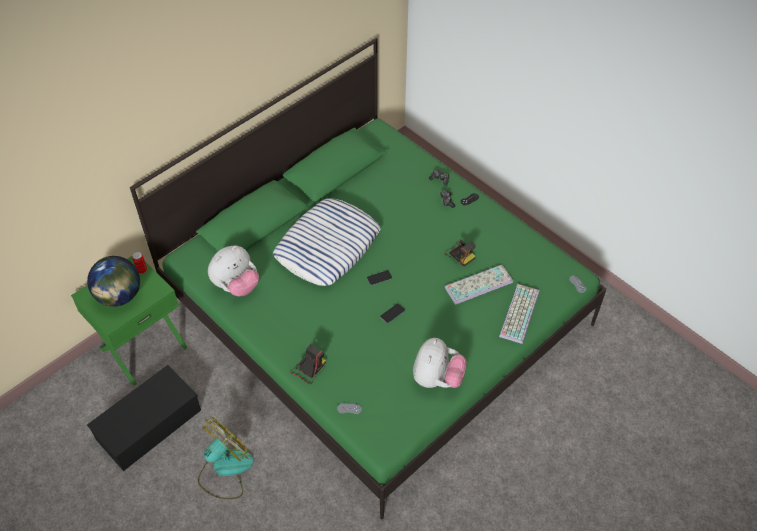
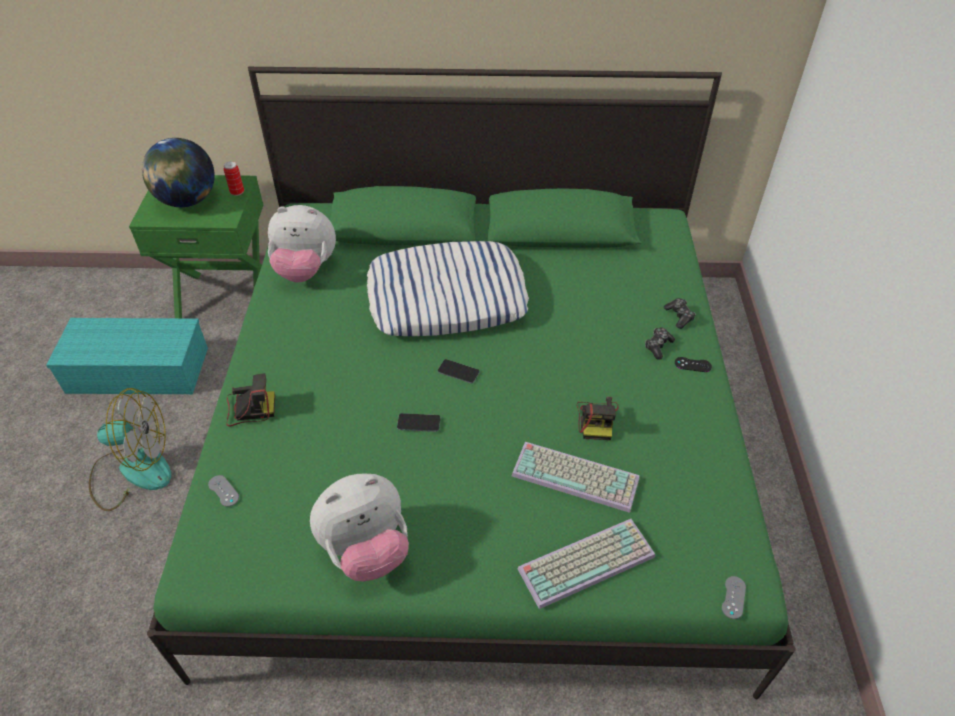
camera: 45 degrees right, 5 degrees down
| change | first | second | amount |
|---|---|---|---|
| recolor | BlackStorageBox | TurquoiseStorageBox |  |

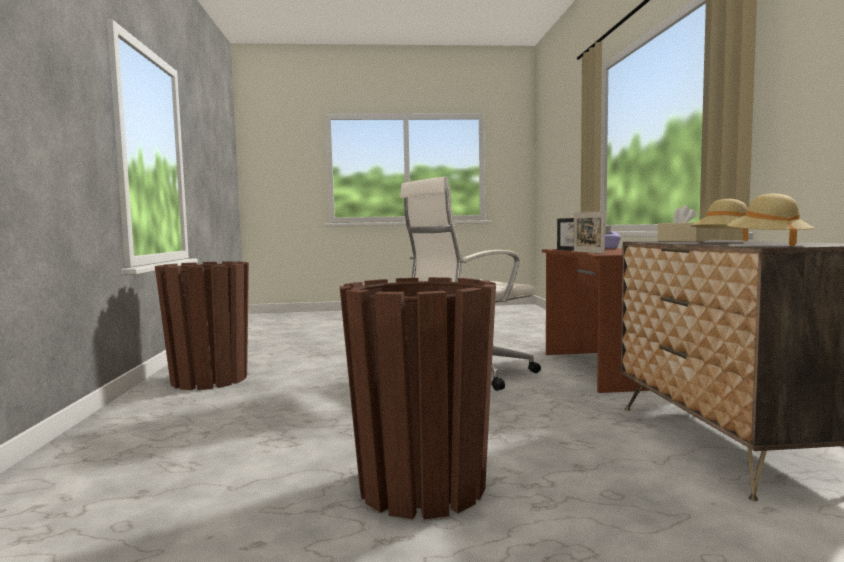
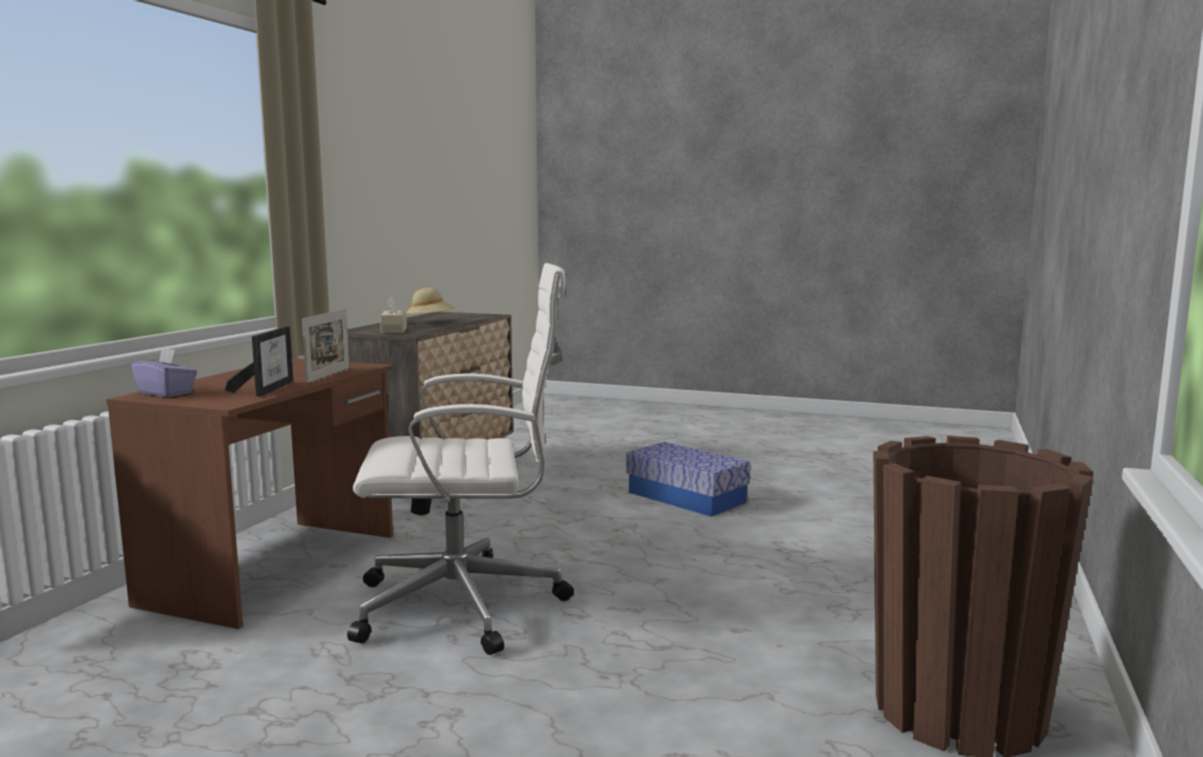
camera: 155 degrees left, 5 degrees up
| change | first | second | amount |
|---|---|---|---|
| replace | BrownPlanter (2nd from left) | StorageBox |  |
| delete | BeigeHat (2nd from left) |  |  |

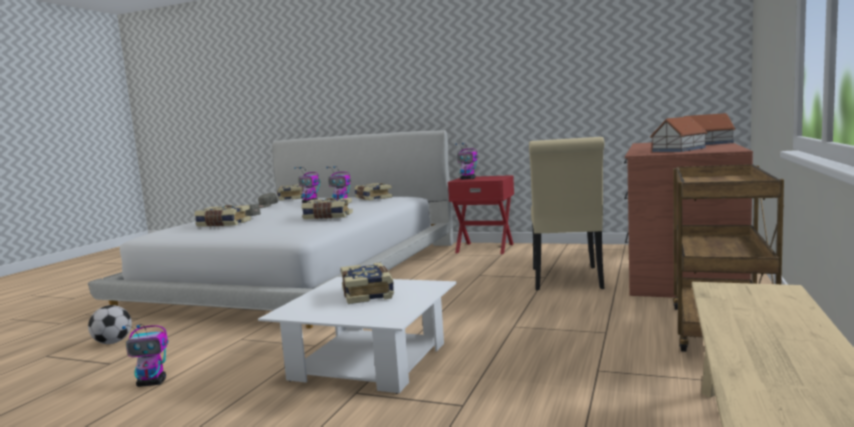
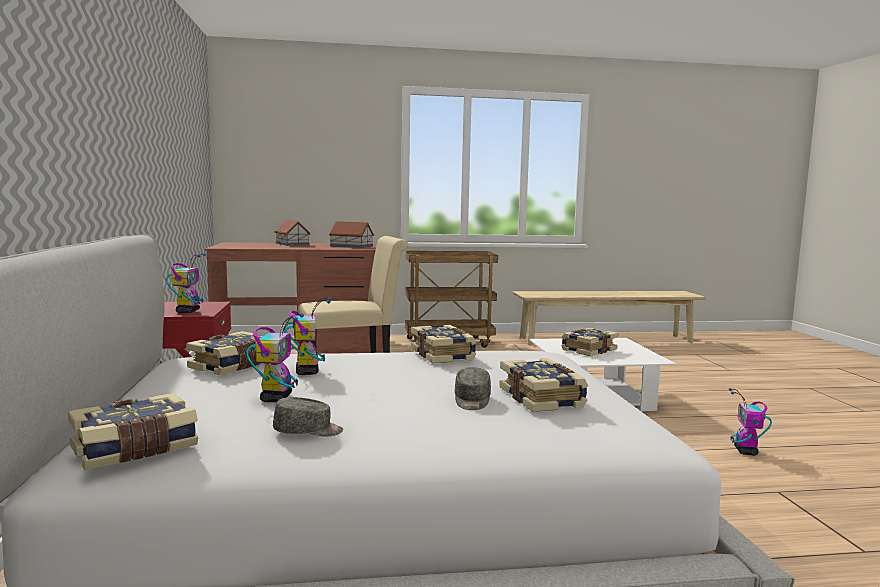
camera: 120 degrees left, 0 degrees up
| change | first | second | amount |
|---|---|---|---|
| delete | Football |  |  |
| rotate | ToyRobot (1st from left in the first image) | ToyRobot (4th from left) | 135 degrees counterclockwise |

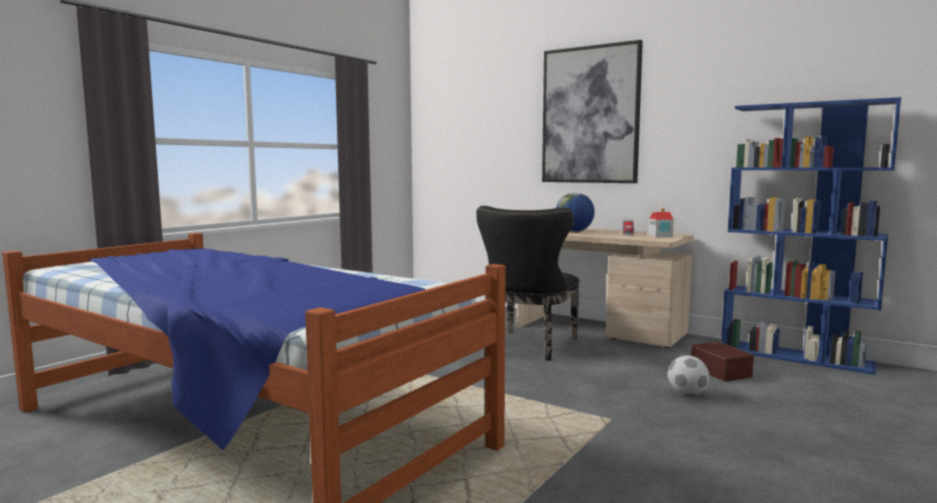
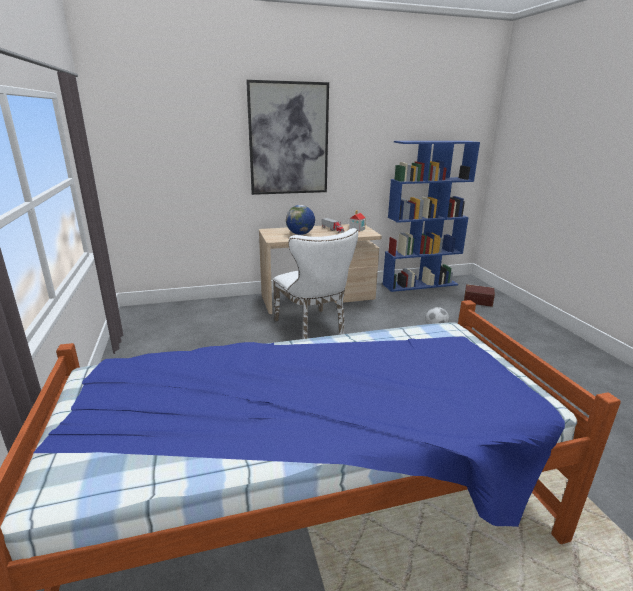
camera: 50 degrees left, 15 degrees up
| change | first | second | amount |
|---|---|---|---|
| recolor | BlackChair | WhiteChair |  |
| move | BrownStorageBox |  |  |

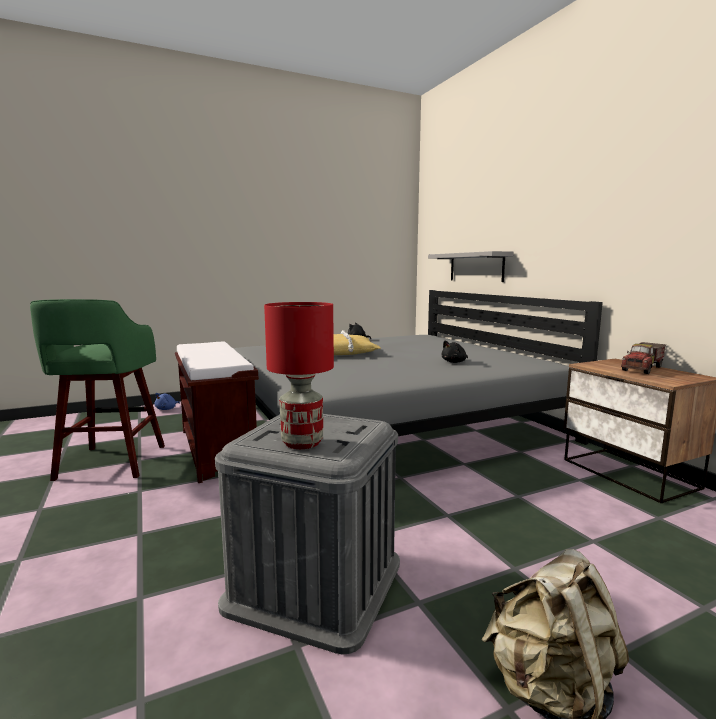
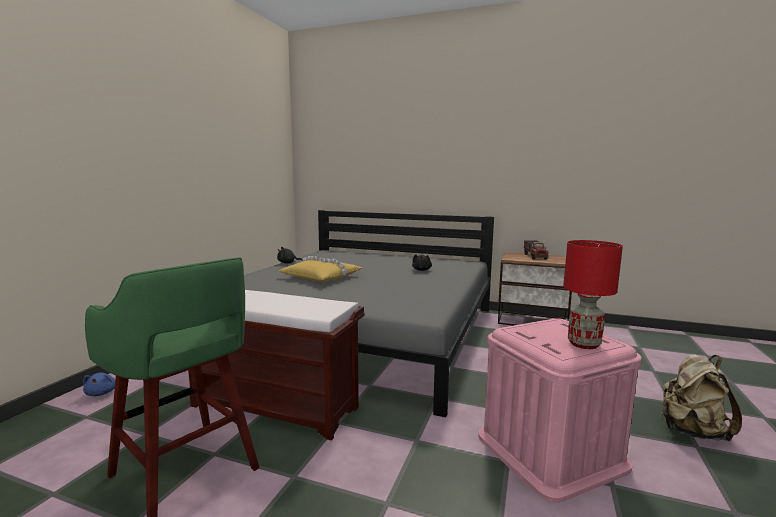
camera: 45 degrees left, 0 degrees up
| change | first | second | amount |
|---|---|---|---|
| recolor | GreyStorageBox | PinkStorageBox |  |
| delete | GreyShelf |  |  |

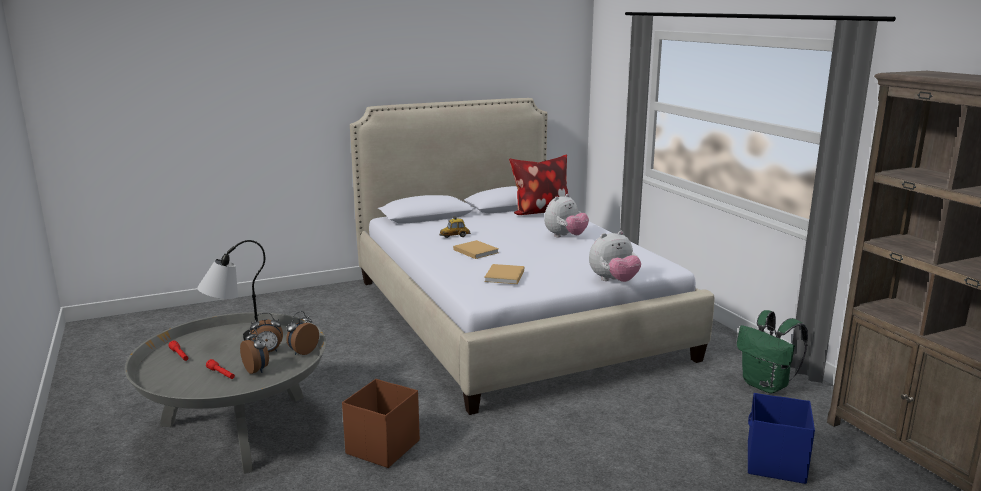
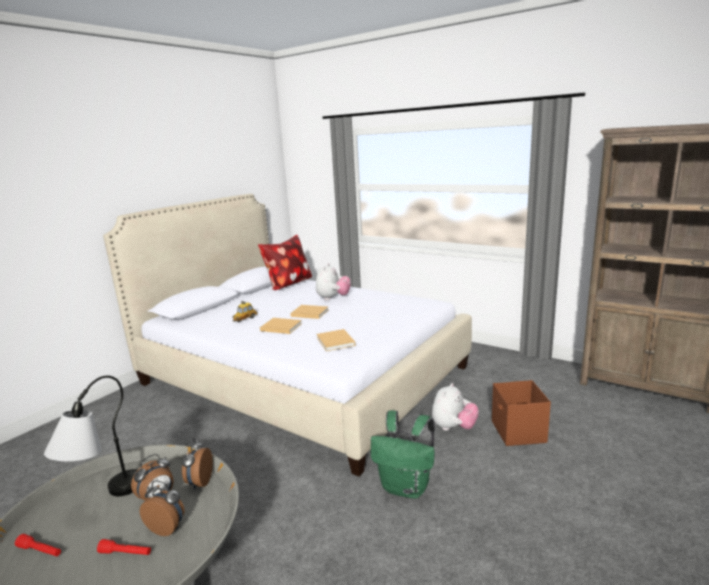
camera: 30 degrees left, 0 degrees up
| change | first | second | amount |
|---|---|---|---|
| move | BrownStorageBox |  |  |
| move | PlushToy (2nd from left) |  |  |
| move | GreenBackpack |  |  |
| delete | BlueStorageBox |  |  |
| insert |  | BeigeBook (2nd from left) |  |

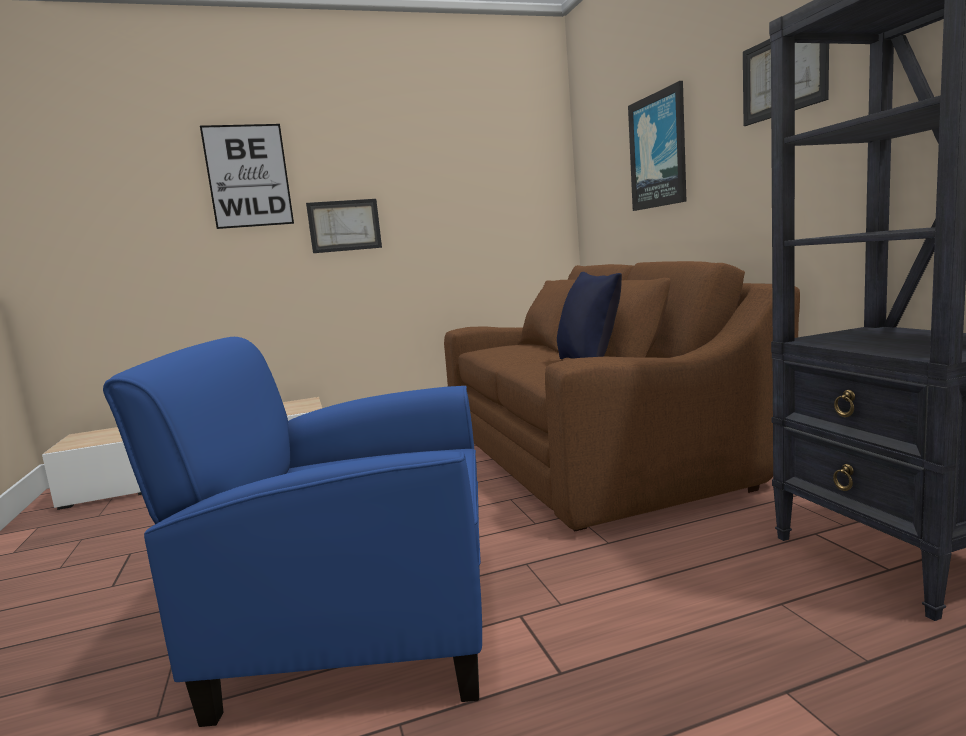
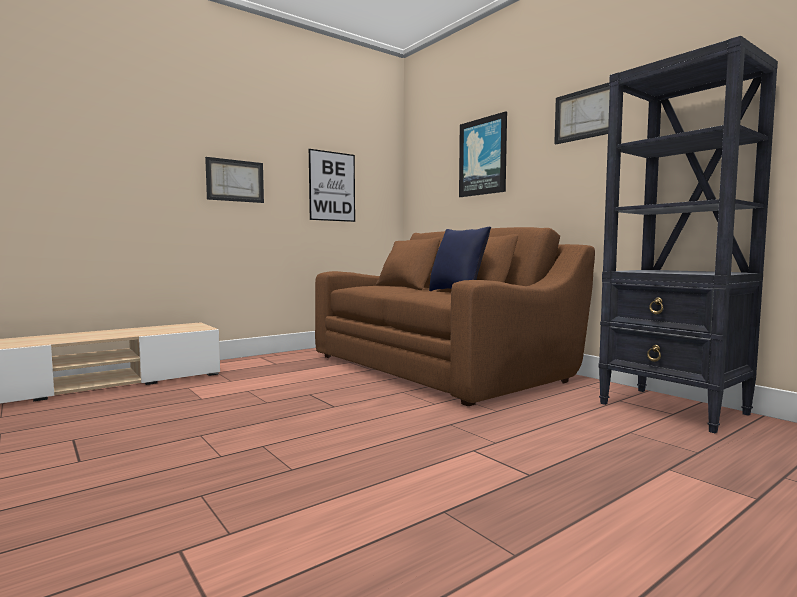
camera: 20 degrees left, 5 degrees down
| change | first | second | amount |
|---|---|---|---|
| delete | BlueArmchair |  |  |
| move | Picture (1st from left in the first image) | Picture (2nd from left) |  |

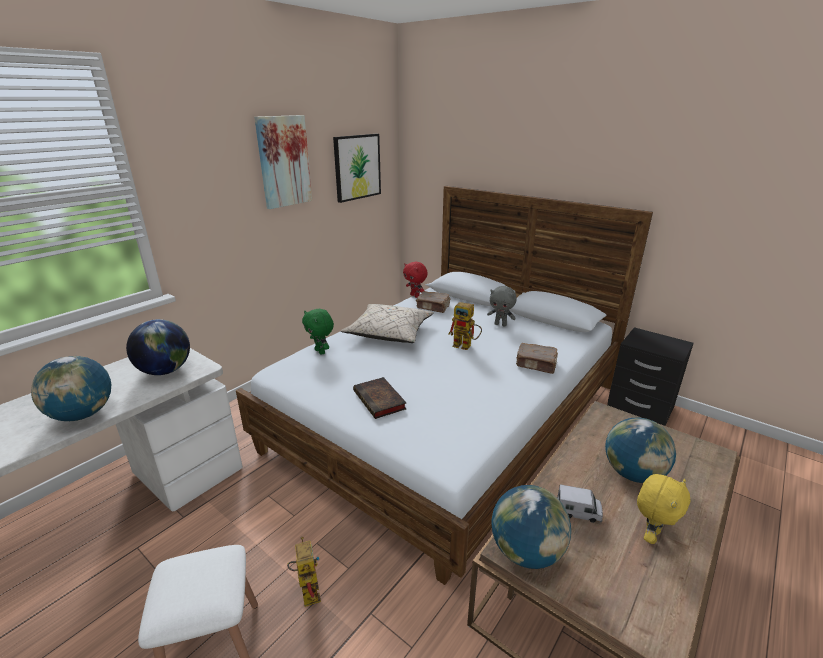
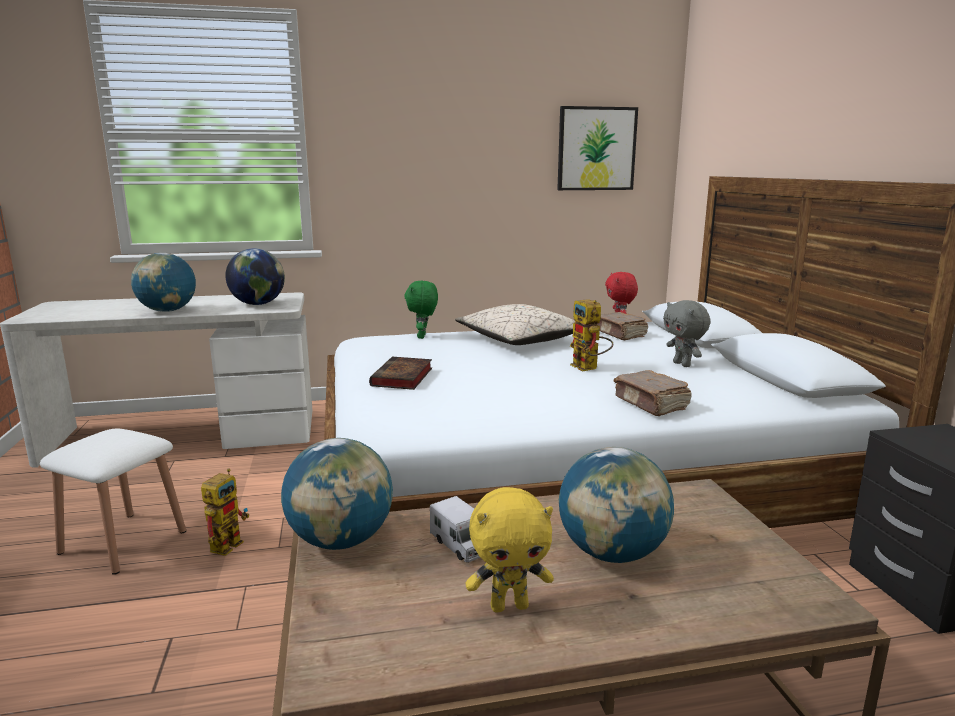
camera: 40 degrees right, 10 degrees down
| change | first | second | amount |
|---|---|---|---|
| delete | Picture (1st from left) |  |  |

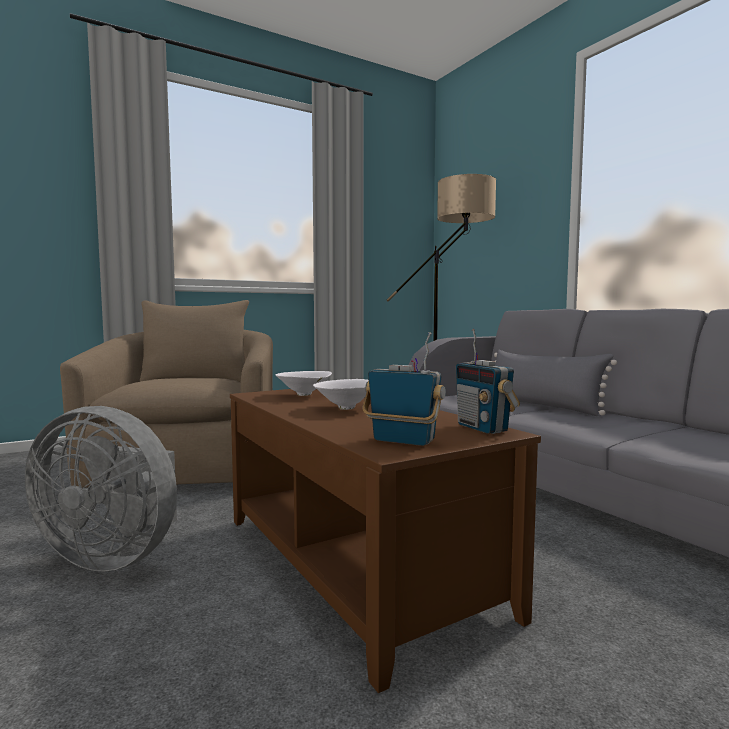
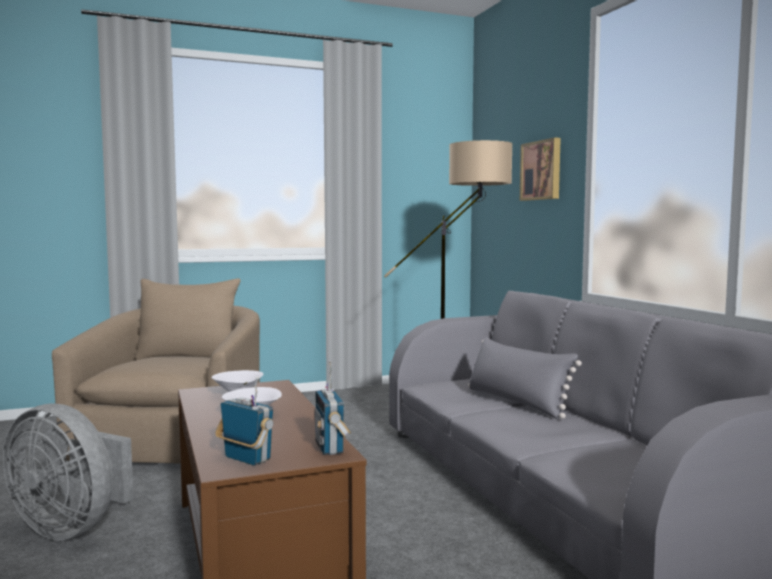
camera: 10 degrees right, 0 degrees up
| change | first | second | amount |
|---|---|---|---|
| insert |  | Picture |  |

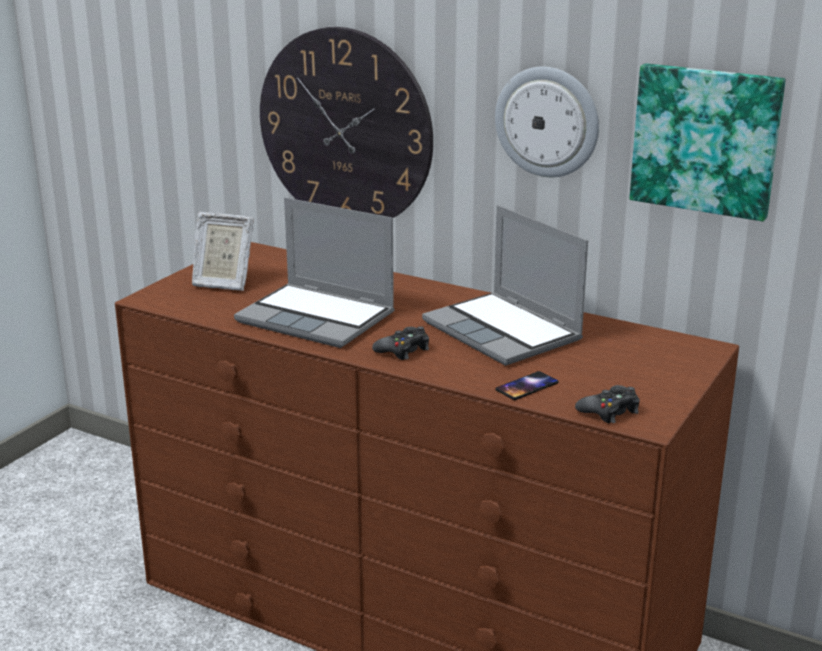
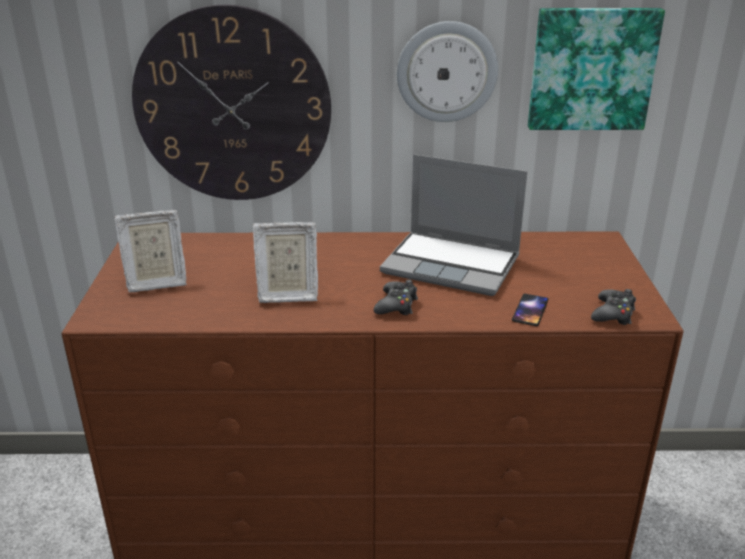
camera: 30 degrees left, 5 degrees up
| change | first | second | amount |
|---|---|---|---|
| replace | Laptop (1st from left) | PictureFrame (2nd from left) |  |

